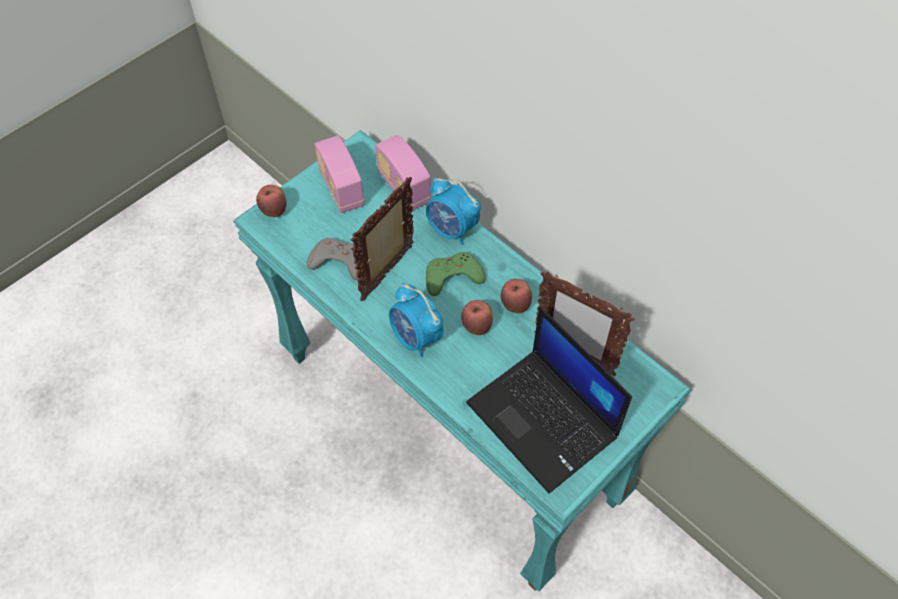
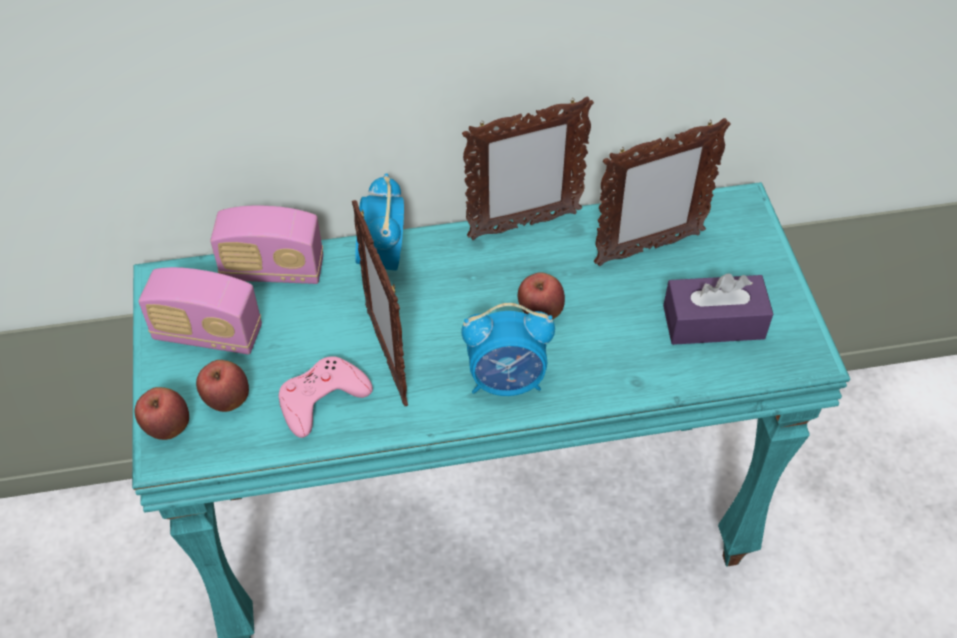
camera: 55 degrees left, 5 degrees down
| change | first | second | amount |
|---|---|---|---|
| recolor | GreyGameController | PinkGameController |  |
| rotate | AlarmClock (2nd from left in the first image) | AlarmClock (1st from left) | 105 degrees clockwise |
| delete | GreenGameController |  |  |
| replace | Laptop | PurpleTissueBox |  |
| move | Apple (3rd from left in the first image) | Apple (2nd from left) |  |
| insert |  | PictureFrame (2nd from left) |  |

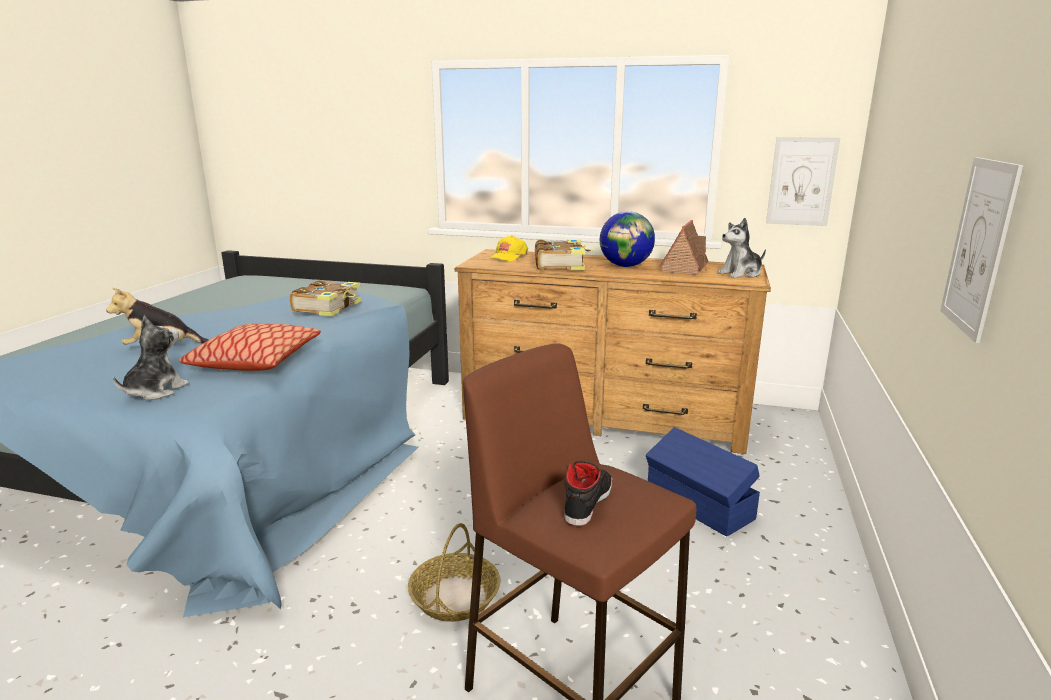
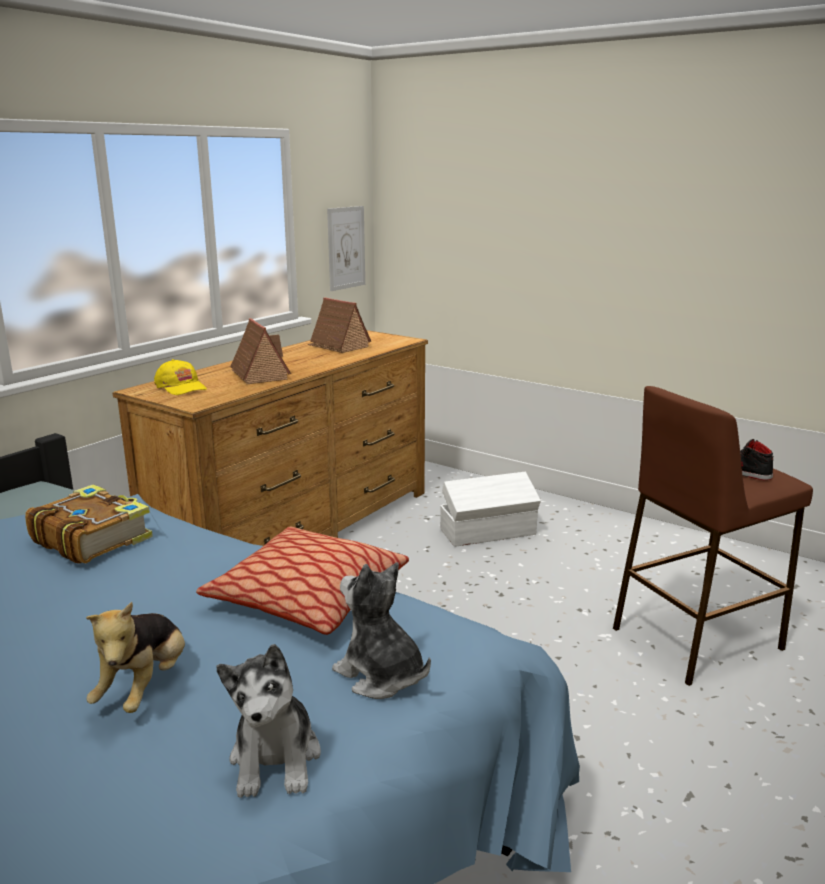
camera: 70 degrees left, 0 degrees up
| change | first | second | amount |
|---|---|---|---|
| delete | Basket |  |  |
| replace | Book (2nd from left) | ToyHouse (1st from left) |  |
| delete | Globe |  |  |
| recolor | BlueStorageBox | WhiteStorageBox |  |
| move | PlushToy (3rd from left in the first image) | PlushToy (2nd from left) |  |
| delete | Picture (2nd from left) |  |  |

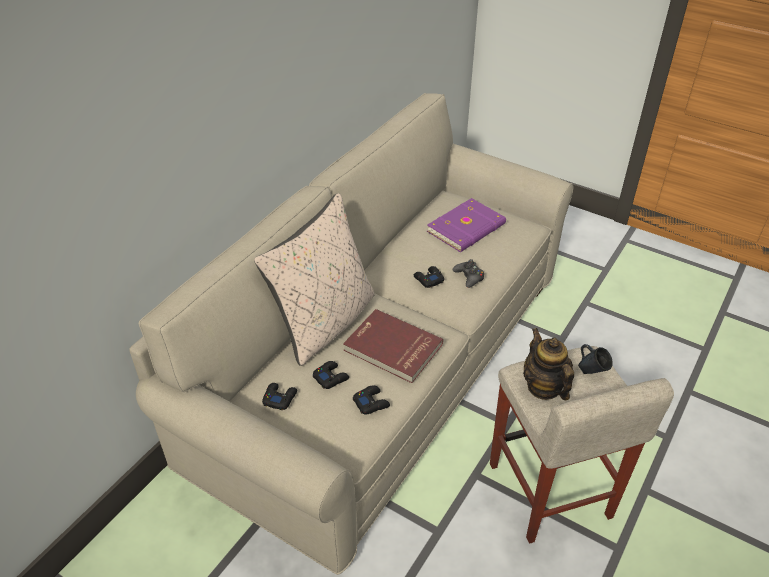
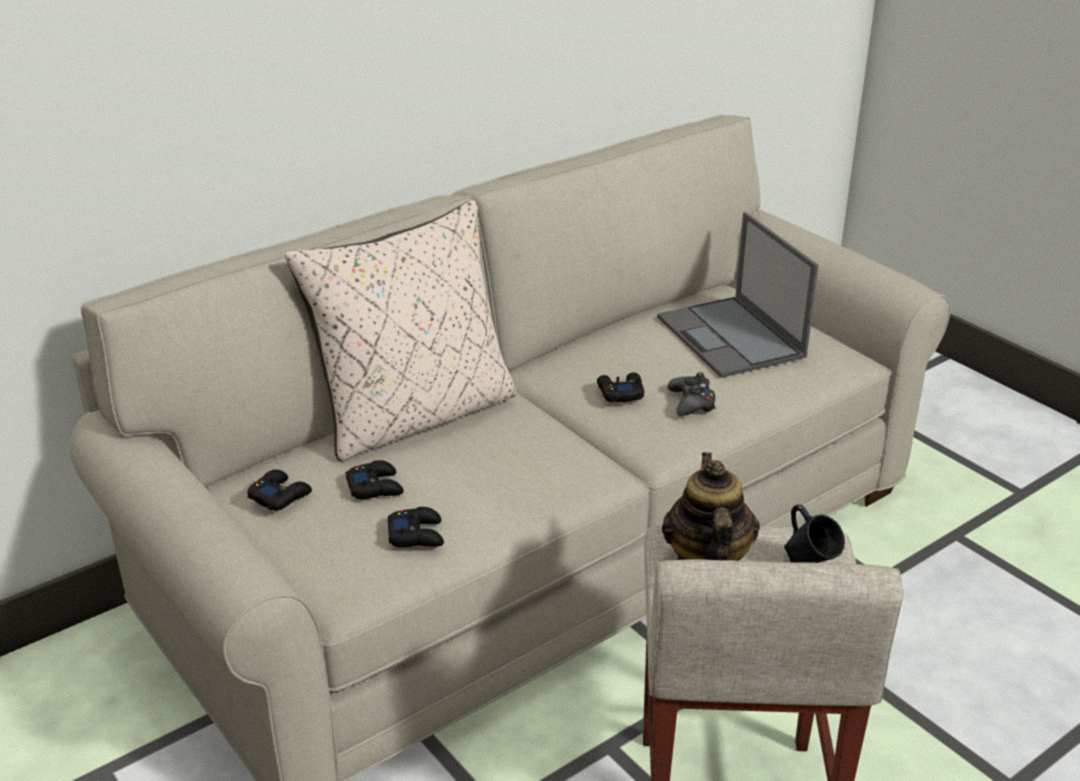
camera: 20 degrees right, 10 degrees down
| change | first | second | amount |
|---|---|---|---|
| delete | RedBook |  |  |
| replace | PurpleBook | Laptop |  |

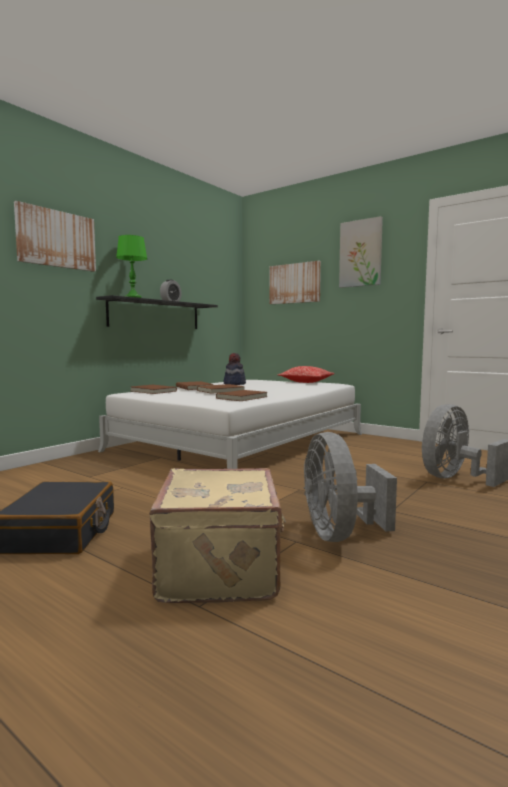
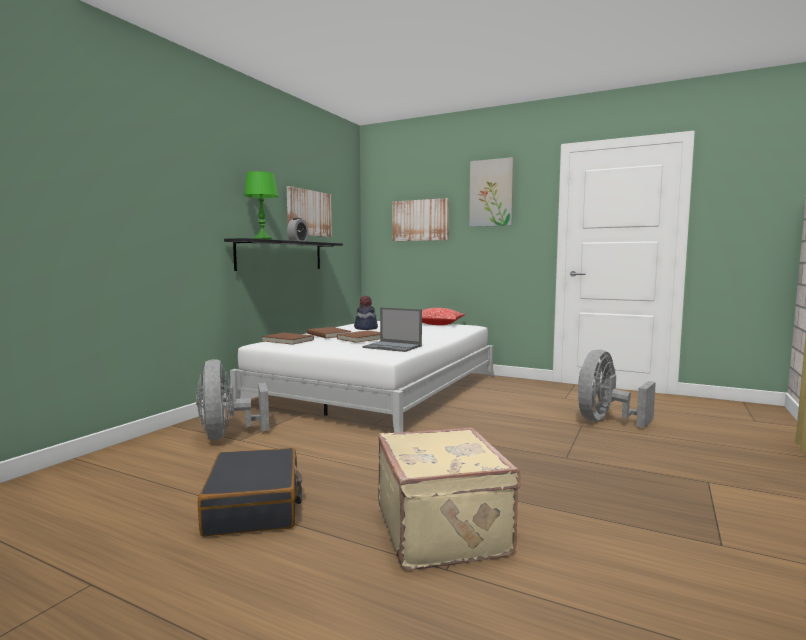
camera: 10 degrees left, 0 degrees up
| change | first | second | amount |
|---|---|---|---|
| move | Picture (1st from left) |  |  |
| replace | BrownBook (4th from left) | Laptop |  |
| move | GreyFan (1st from left) |  |  |

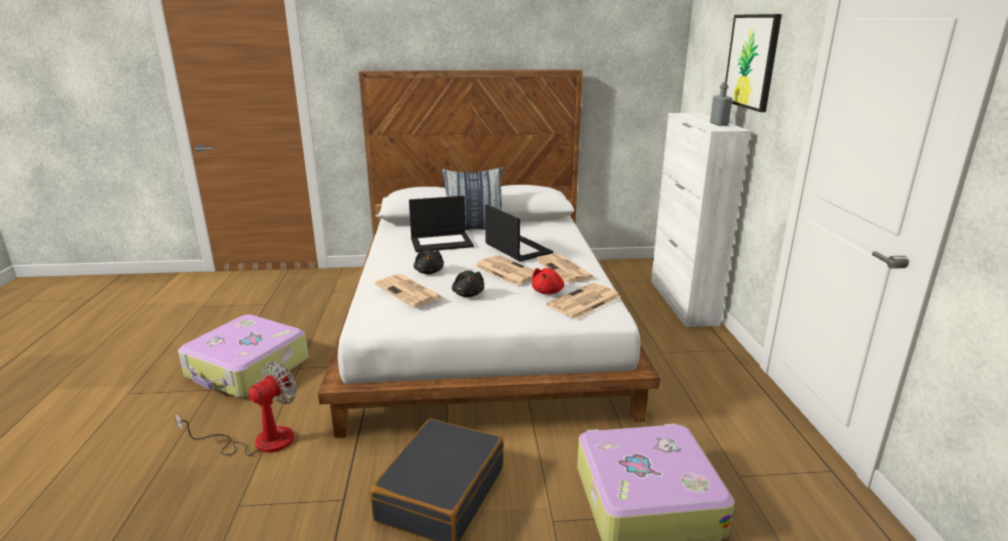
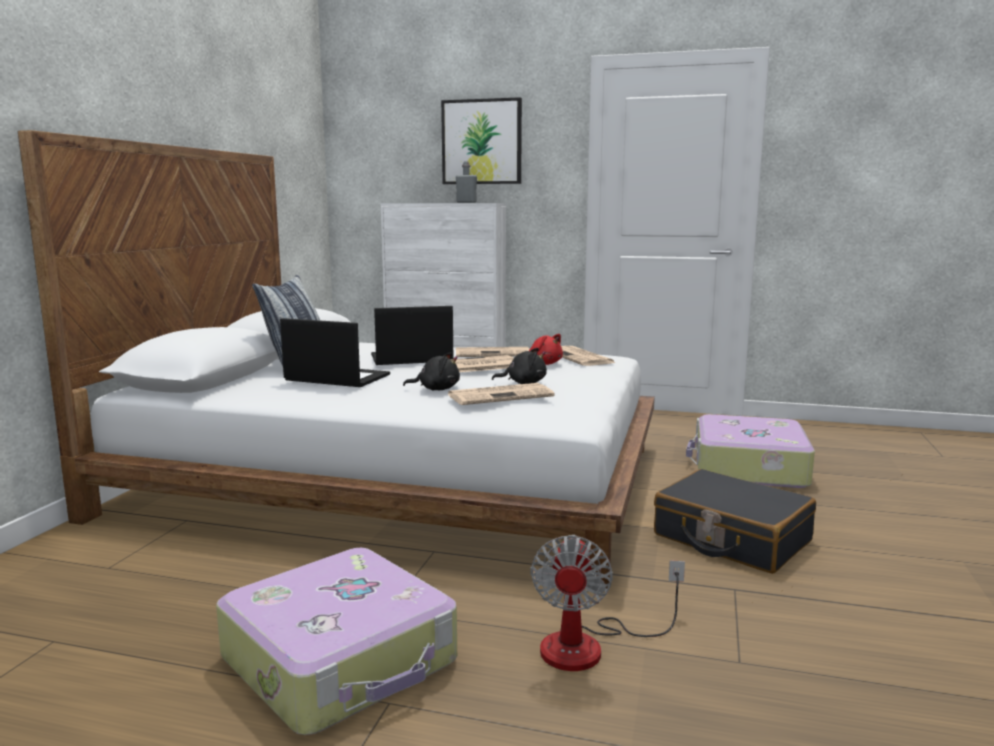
camera: 70 degrees left, 10 degrees down
| change | first | second | amount |
|---|---|---|---|
| rotate | Fan |  | 135 degrees counterclockwise |
| rotate | Laptop (1st from left) |  | 75 degrees counterclockwise |

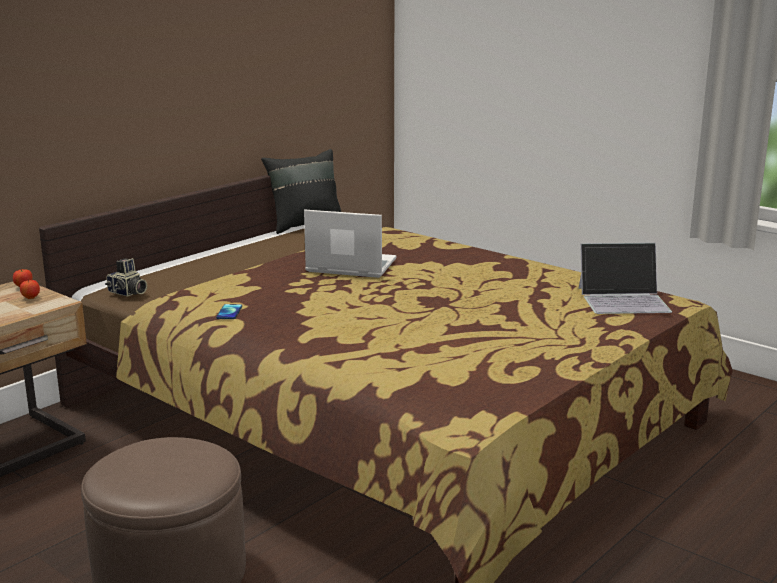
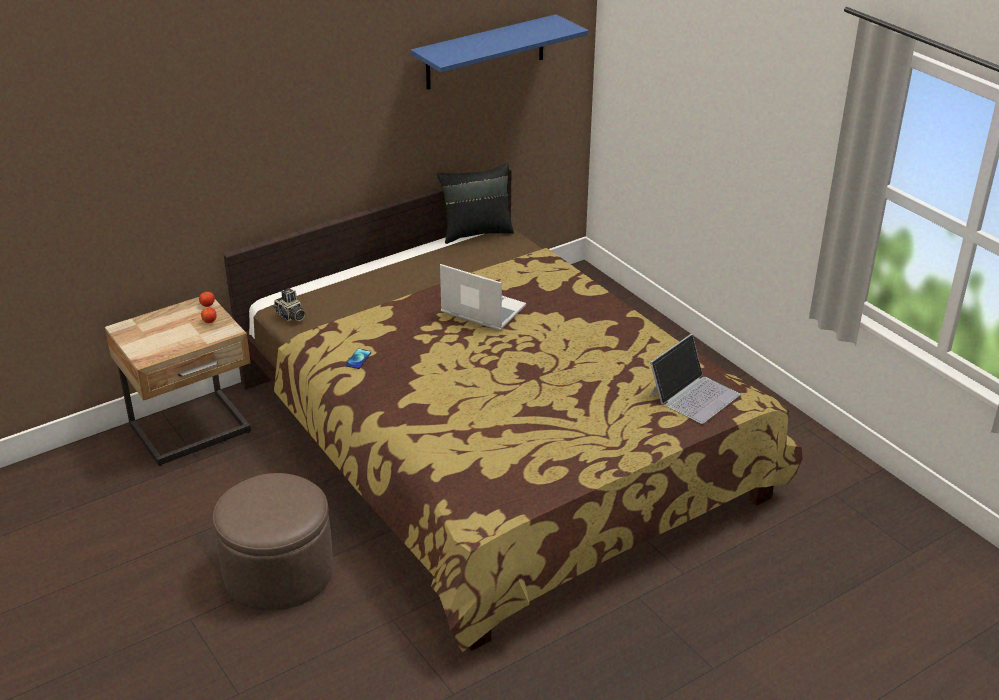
camera: 15 degrees right, 15 degrees up
| change | first | second | amount |
|---|---|---|---|
| rotate | Laptop (2nd from left) |  | 60 degrees counterclockwise |
| insert |  | BlueShelf |  |

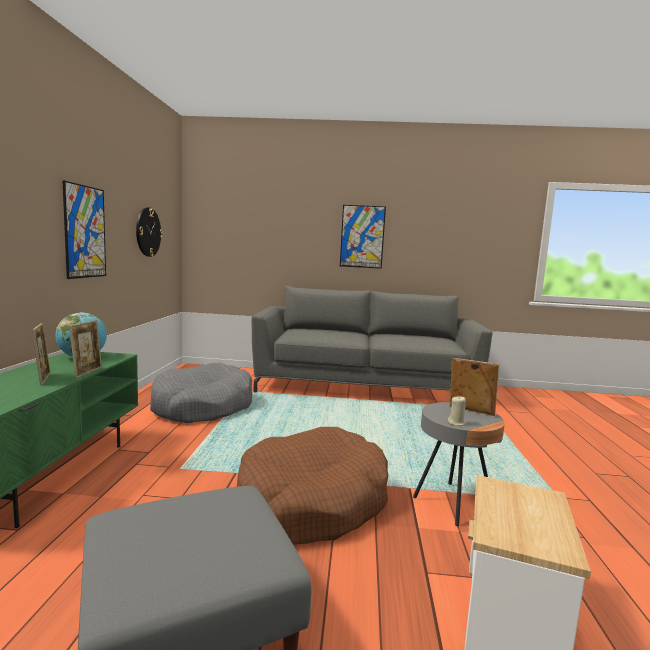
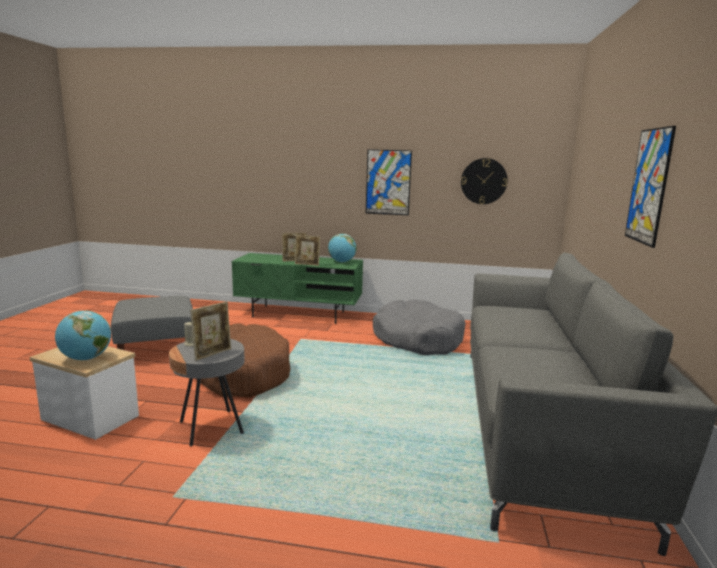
camera: 95 degrees right, 5 degrees up
| change | first | second | amount |
|---|---|---|---|
| insert |  | Globe (1st from left) |  |

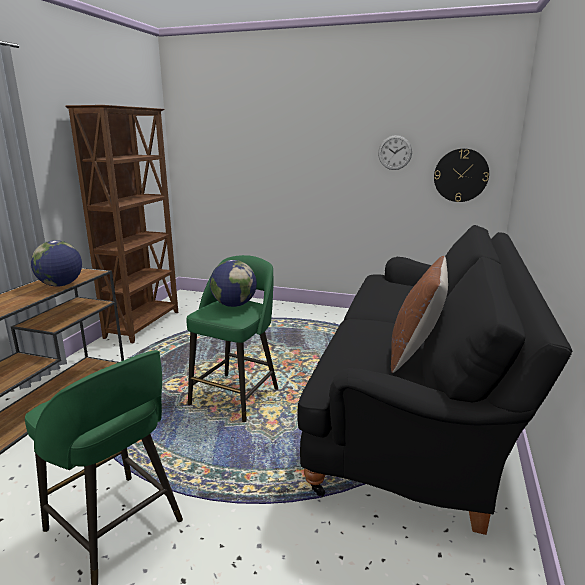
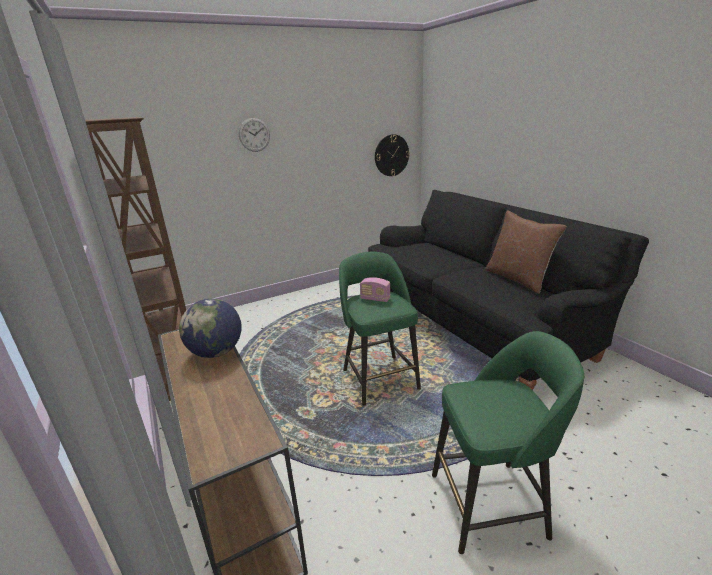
camera: 45 degrees left, 5 degrees up
| change | first | second | amount |
|---|---|---|---|
| replace | Globe (2nd from left) | Radio |  |
| move | WallClock (1st from left) |  |  |

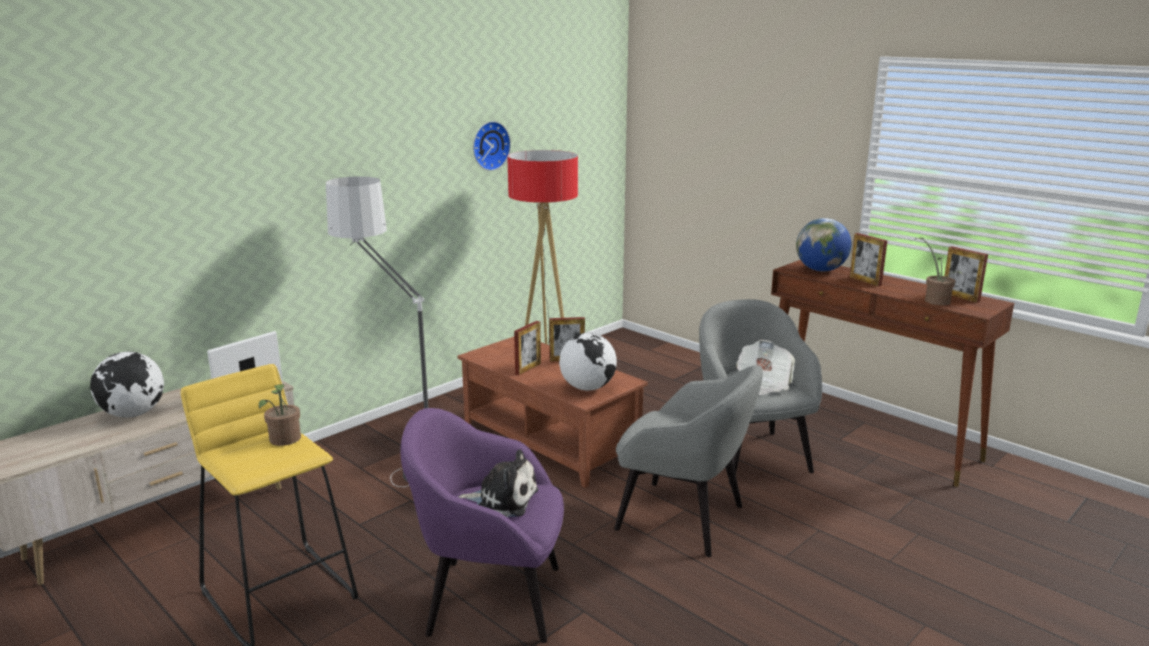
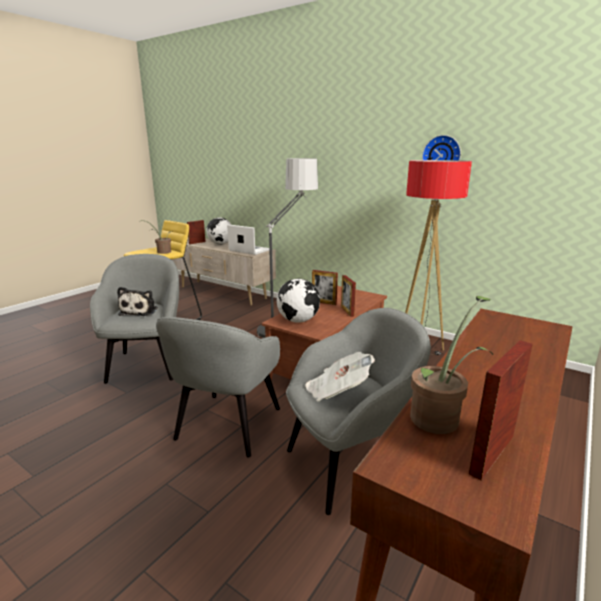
camera: 80 degrees right, 0 degrees up
| change | first | second | amount |
|---|---|---|---|
| recolor | PurpleArmchair | GreyArmchair (1st from left) |  |
| delete | Globe (3rd from left) |  |  |
| move | PictureFrame (3rd from left in the first image) | PictureFrame (1st from left) |  |

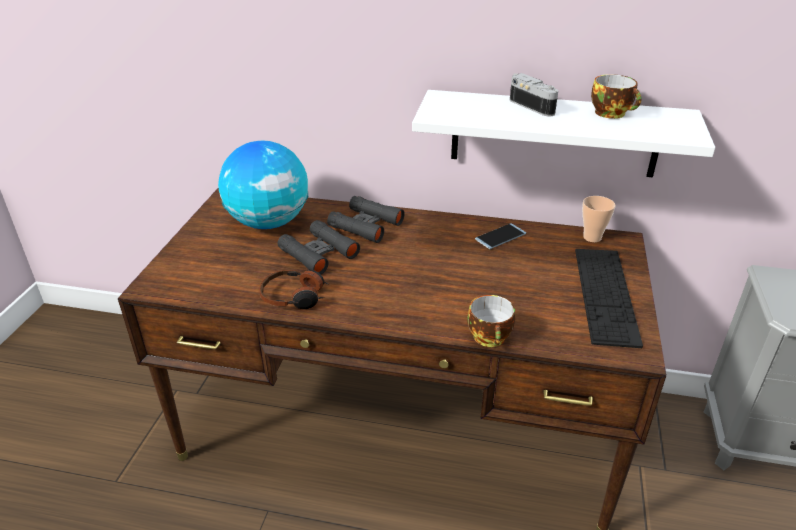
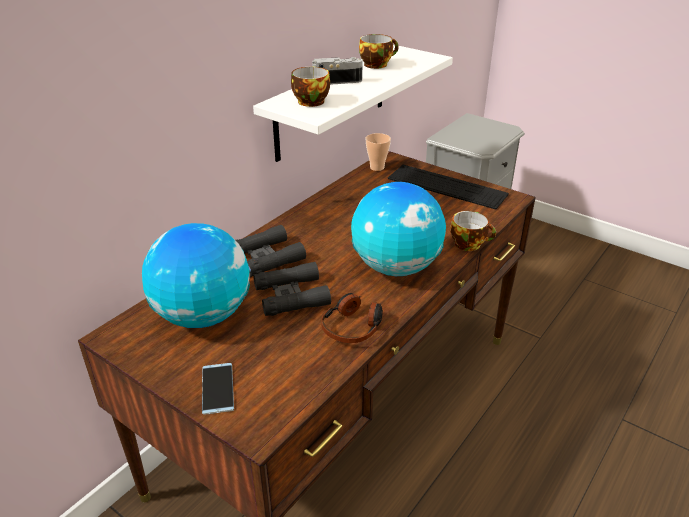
camera: 65 degrees left, 0 degrees up
| change | first | second | amount |
|---|---|---|---|
| move | Phone |  |  |
| insert |  | Cup (1st from left) |  |
| insert |  | Globe (2nd from left) |  |

